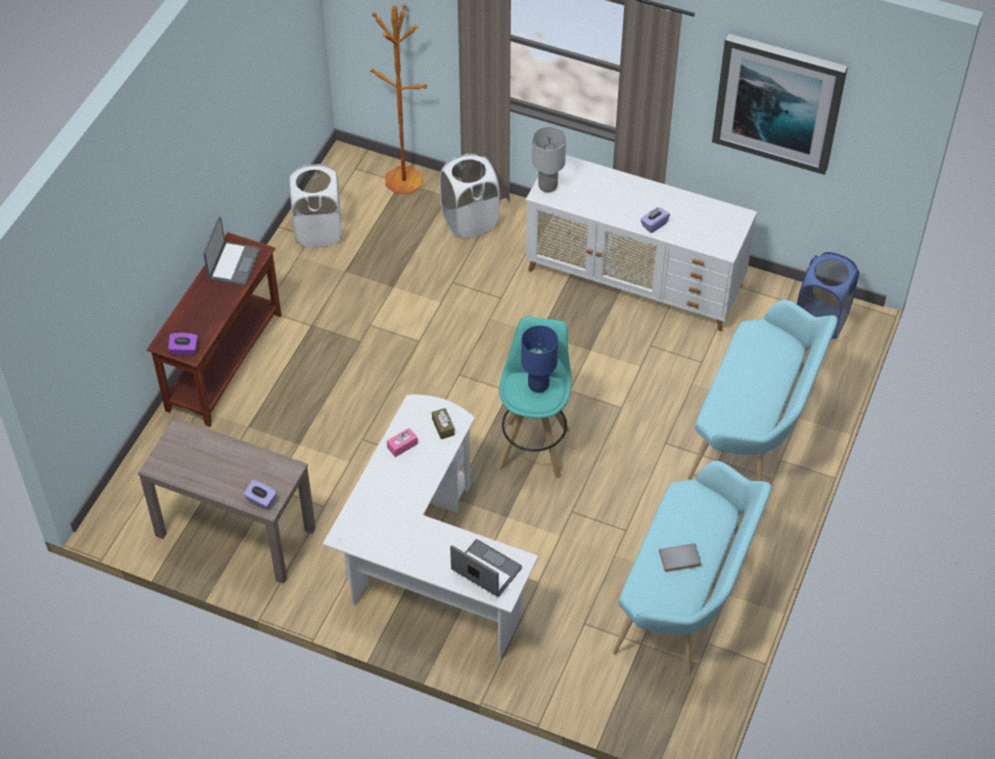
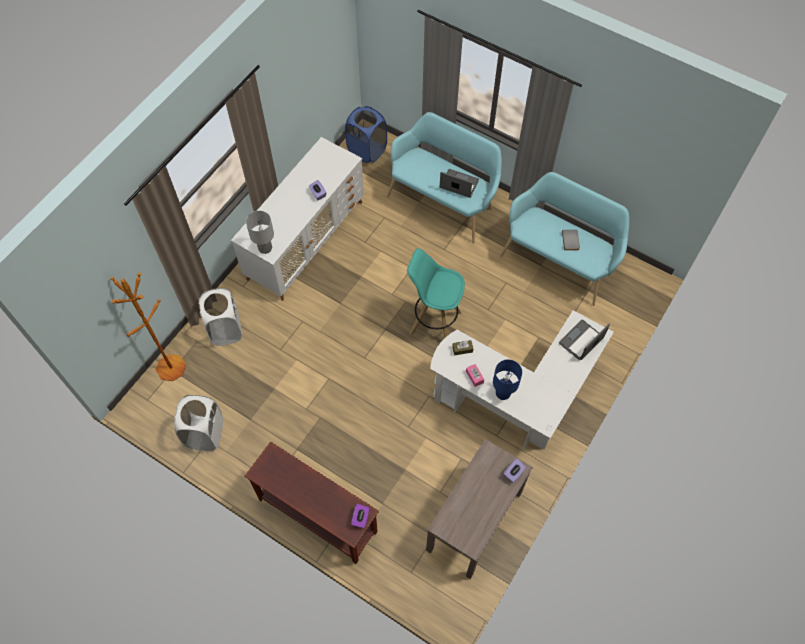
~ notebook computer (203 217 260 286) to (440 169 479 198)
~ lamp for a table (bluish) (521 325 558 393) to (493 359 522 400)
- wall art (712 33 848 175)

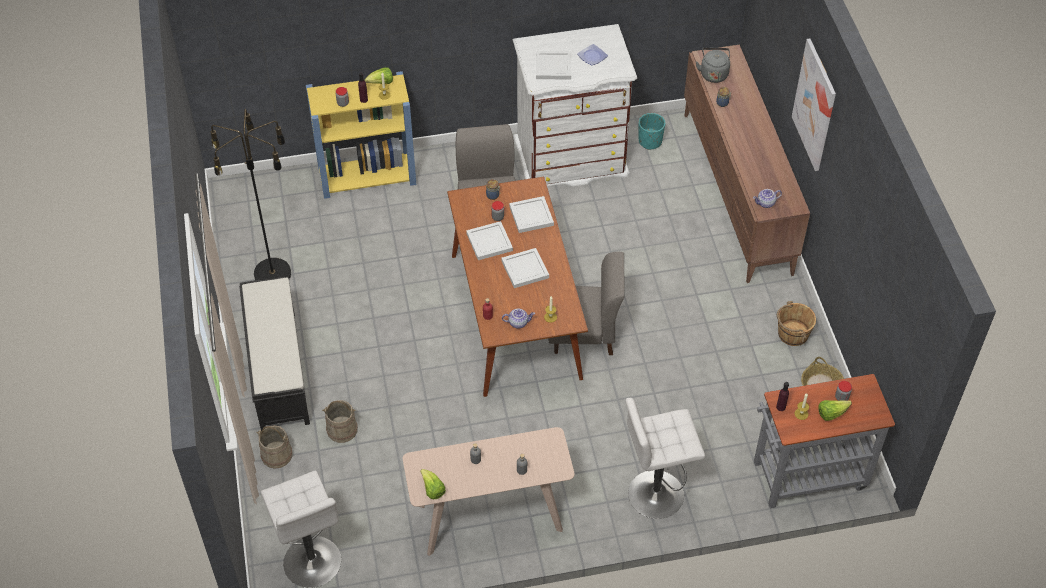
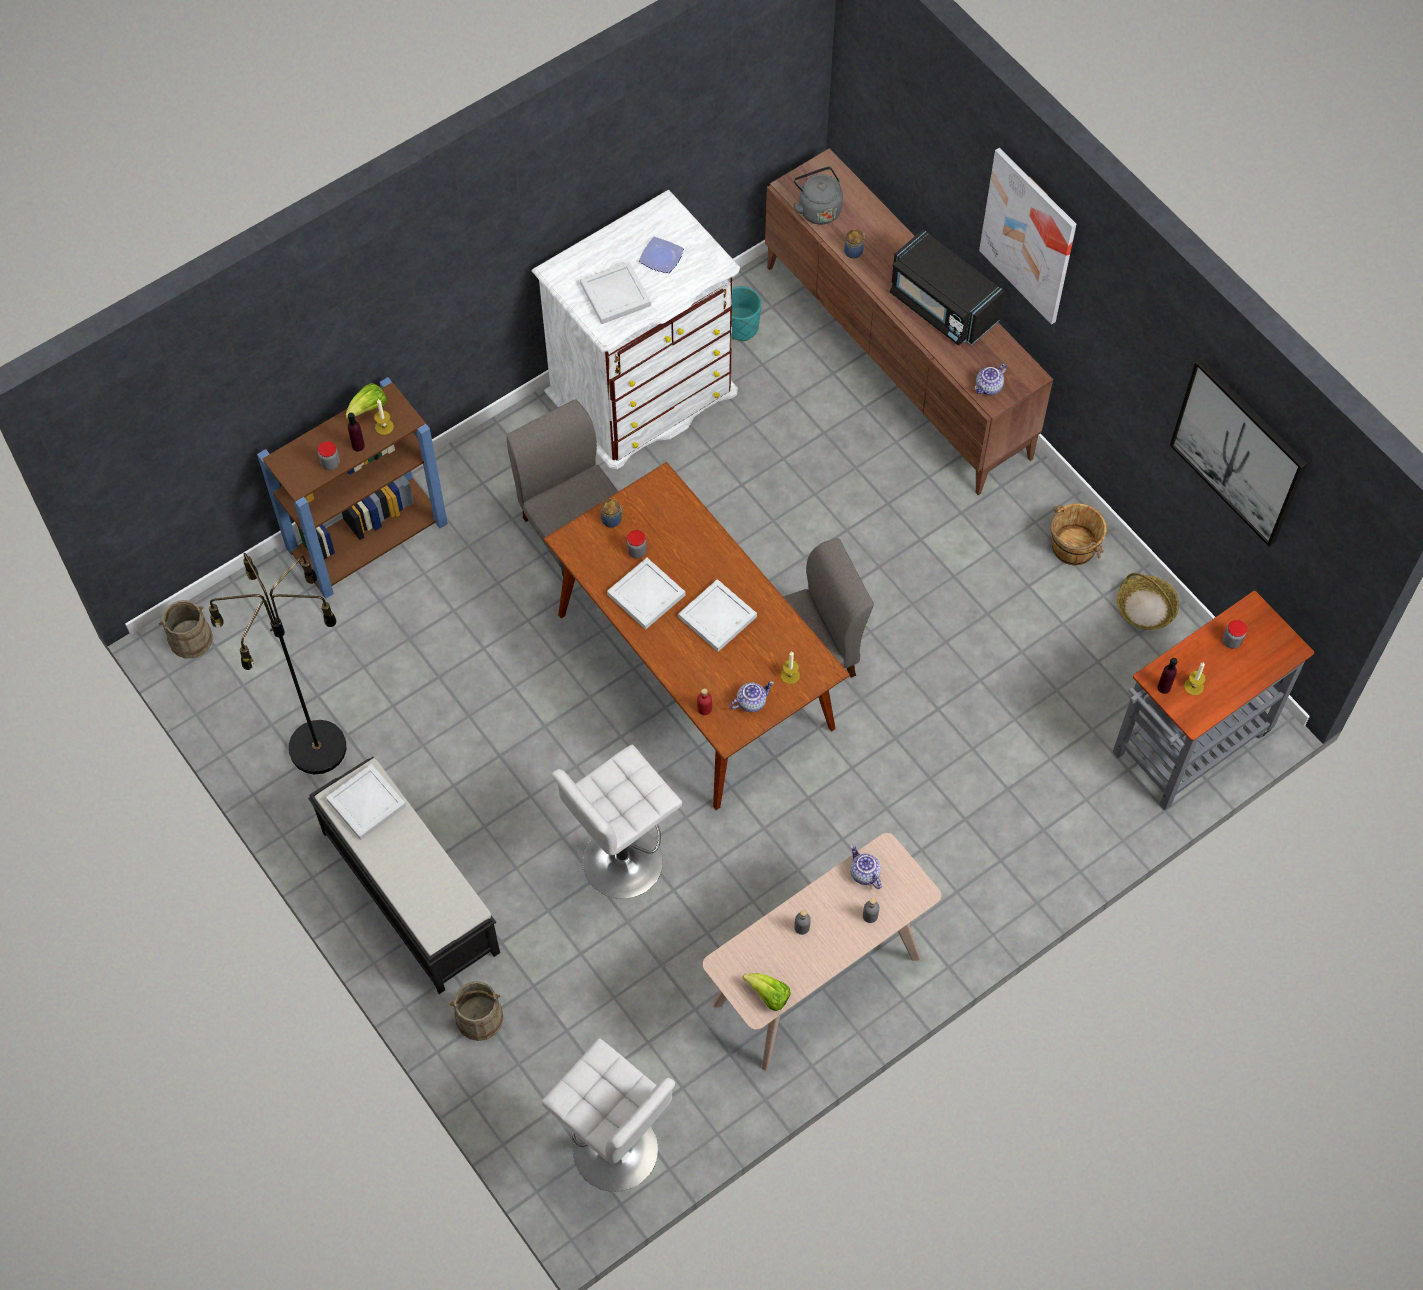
~ water bucket (beige-coloured) (322 400 358 443) to (159 600 213 658)
~ shelving unit (yellow) (306 71 416 199) to shelving unit (brown-coloured) (257 377 448 599)
~ carrying tray (whitish) (509 196 554 233) to (326 764 406 840)
~ stool (whitish) (626 398 705 519) to (552 745 682 899)
+ teapot (850 845 882 889)
+ microwave oven (black-coloured) (890 229 1005 346)
+ wall art (1170 359 1307 547)
- head of lettuce (818 400 852 421)

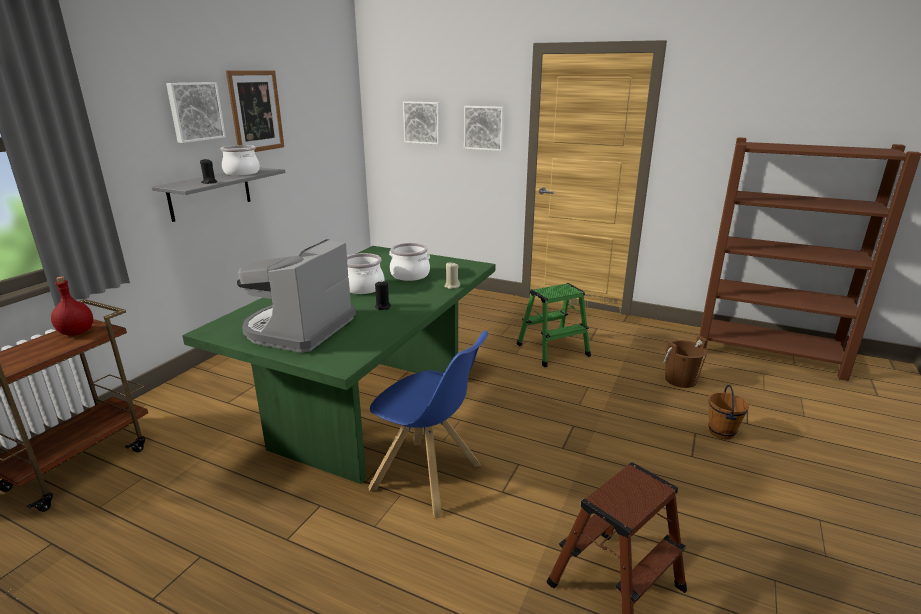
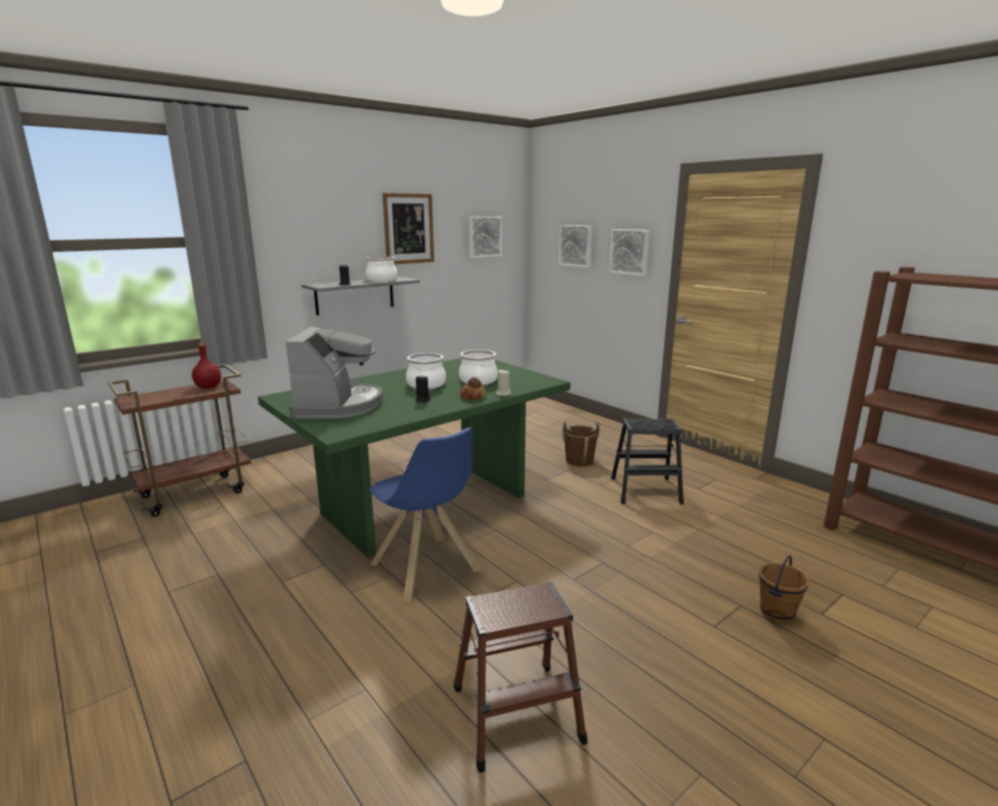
~ coffee machine (237 239 356 353) = (286 327 382 419) 135 degrees clockwise
+ baked bread (460 377 486 400)
~ wall art (166 82 226 143) to (469 217 502 258)
~ water bucket (brown-coloured) (663 335 708 388) to (562 422 601 467)
~ stepladder (greenish) (517 283 591 368) to stepladder (black-coloured) (611 418 684 504)

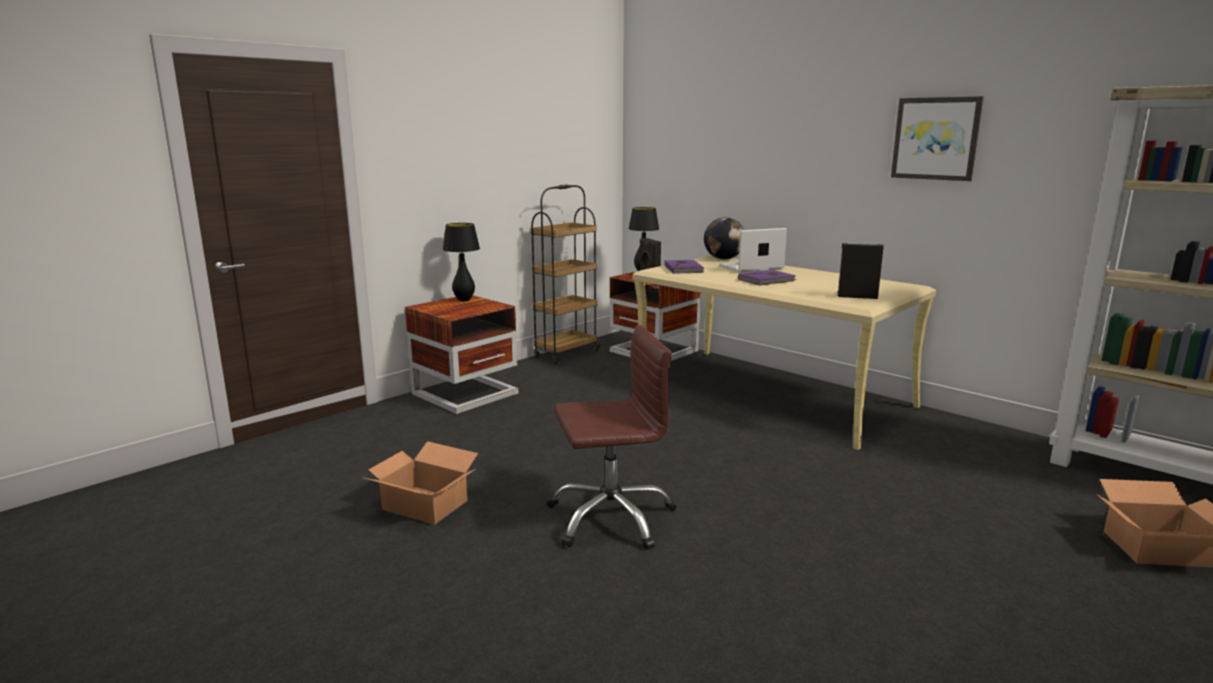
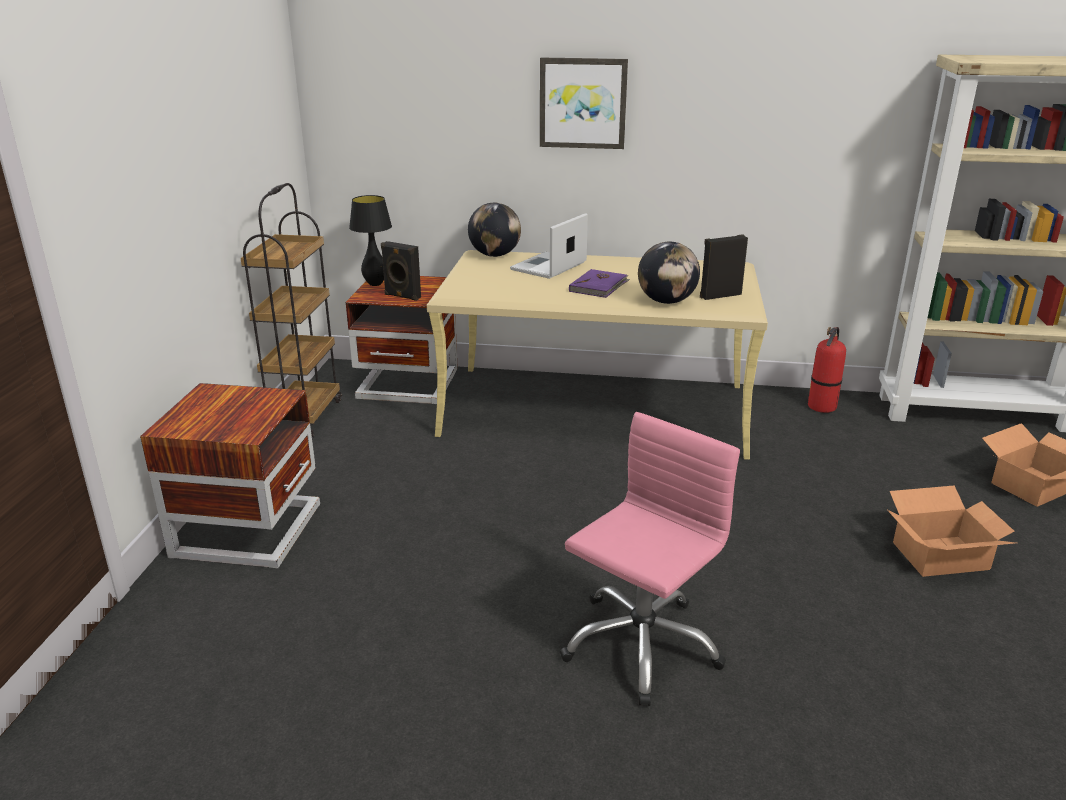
~ wall art (891 96 984 181) to (540 58 628 149)
~ desk chair (brown-coloured) (547 325 677 550) to desk chair (pinkish) (560 412 740 706)
+ globe (638 242 700 304)
+ extinguisher (808 327 846 413)
~ packing box (364 441 478 525) to (887 485 1016 577)
- lamp for a table (black-coloured) (443 223 480 301)
- book (purplish) (664 260 704 274)

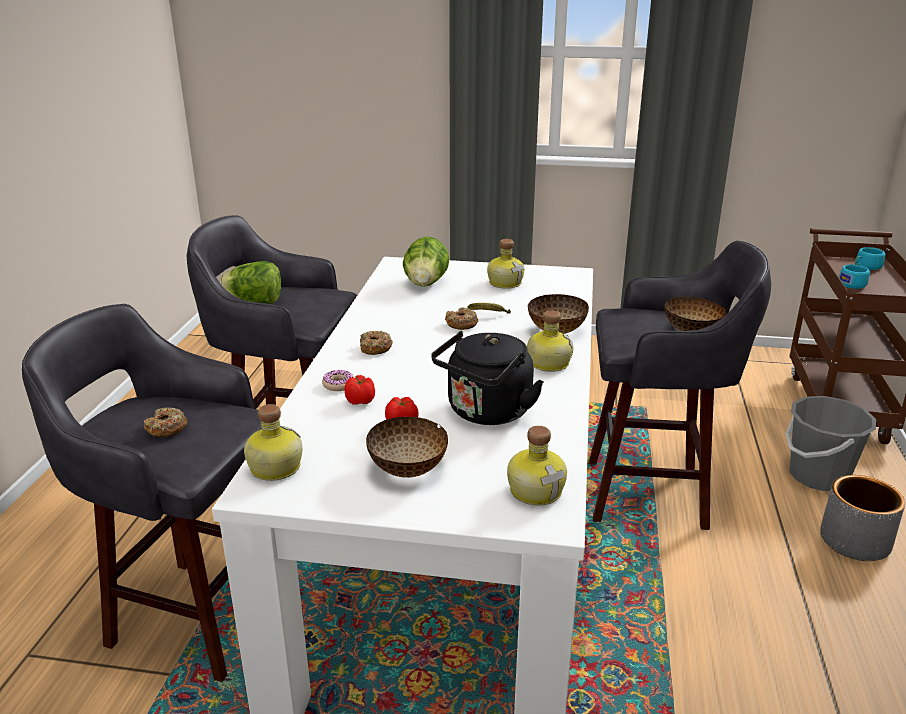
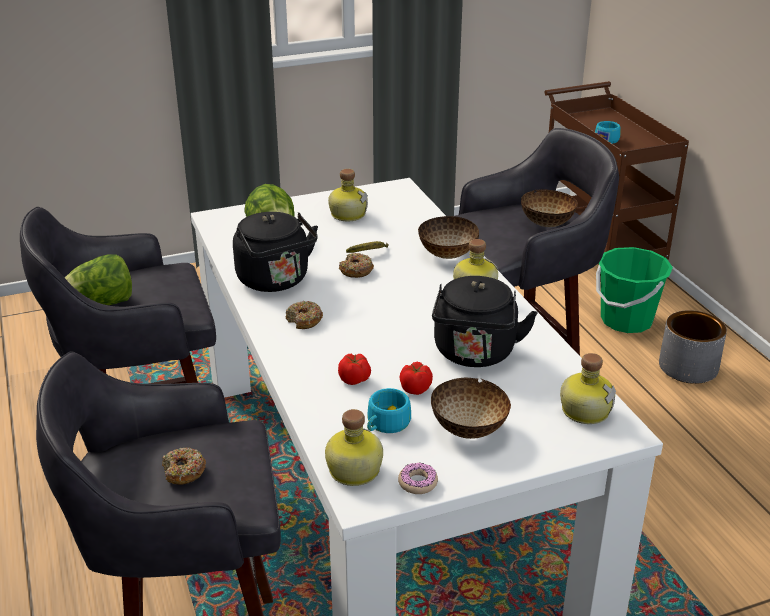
+ tea kettle (black-coloured) (233 212 318 292)
~ drinking cup (turquoise-coloured) (855 247 885 270) to (367 388 411 433)
~ donut (322 370 354 391) to (398 462 438 494)
~ water bucket (gray) (785 396 876 491) to water bucket (greenish) (596 247 673 333)

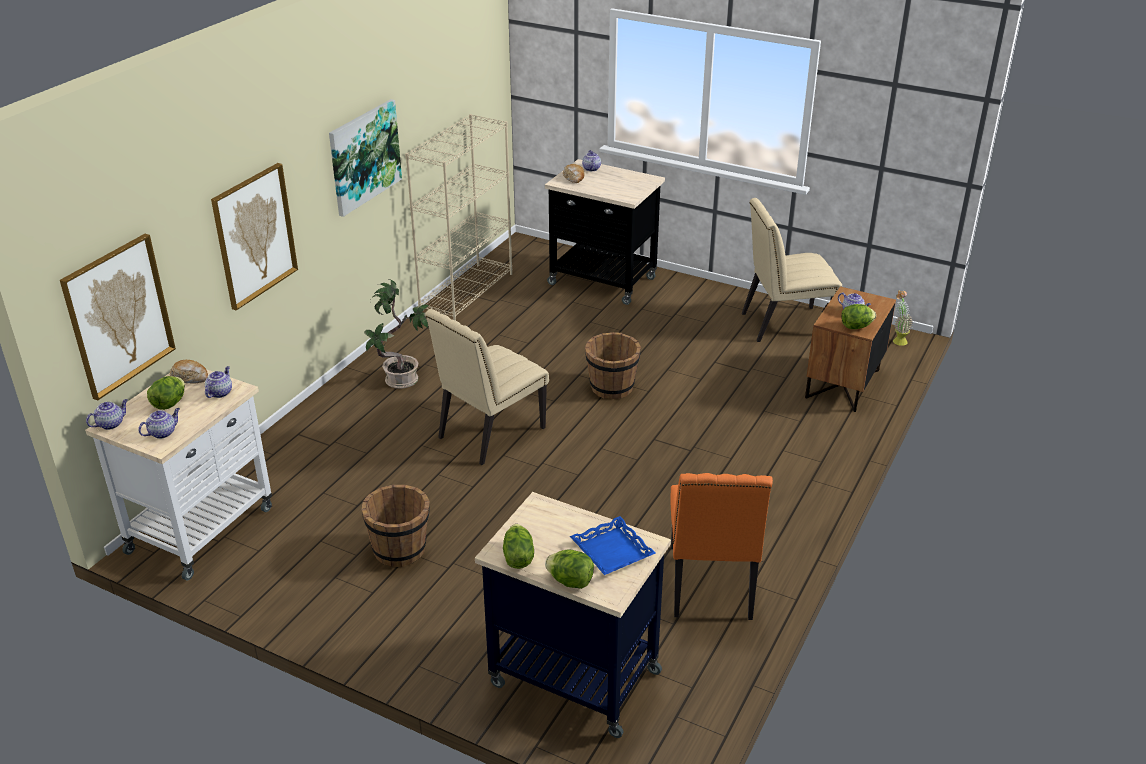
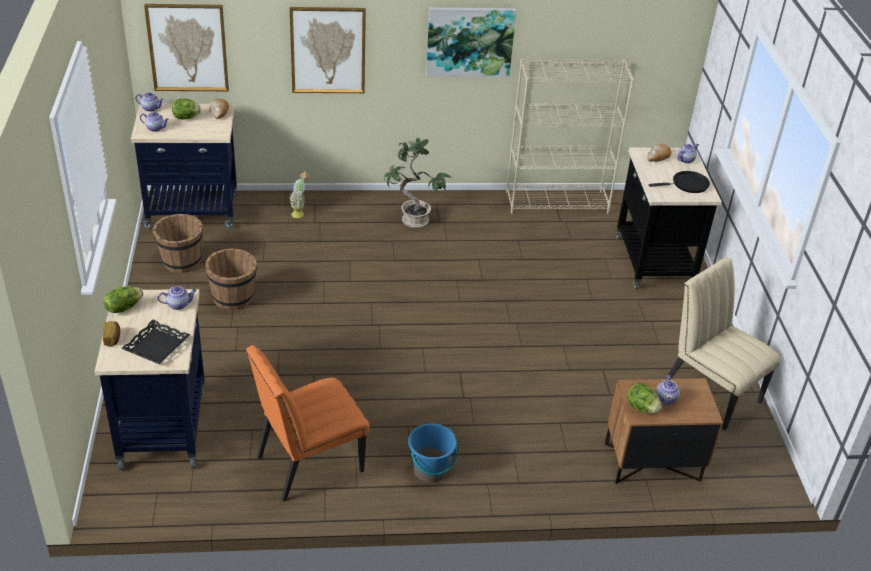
~ head of lettuce (545 549 594 589) to baked bread (103 321 120 346)
~ carrying tray (bluish) (570 516 656 575) to carrying tray (black-coloured) (121 320 190 364)
~ wheeled cart (whitish) (85 369 272 581) to wheeled cart (bluish) (131 104 237 229)
~ water bucket (brown-coloured) (585 332 641 399) to (152 214 203 273)
~ teapot (205 366 232 398) to (158 286 196 310)
~ plant in a pot (893 290 913 346) to (290 172 309 218)
+ water bucket (bluish) (408 423 458 483)
+ skillet (black-coloured) (649 171 710 193)
- plain chair (beige-coloured) (425 309 549 465)

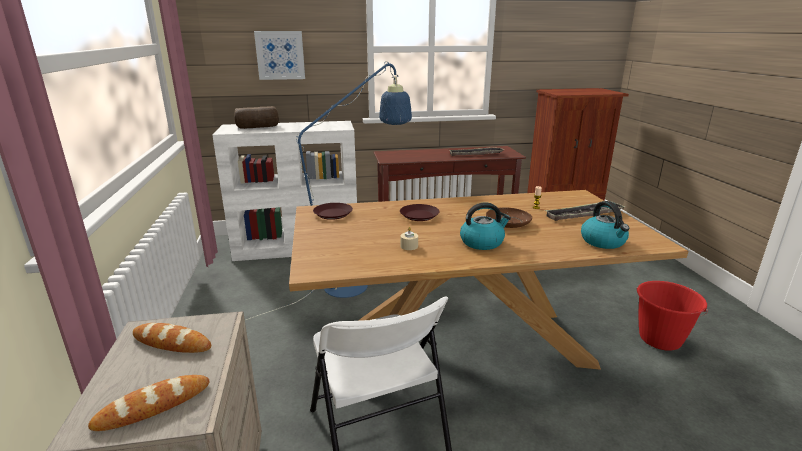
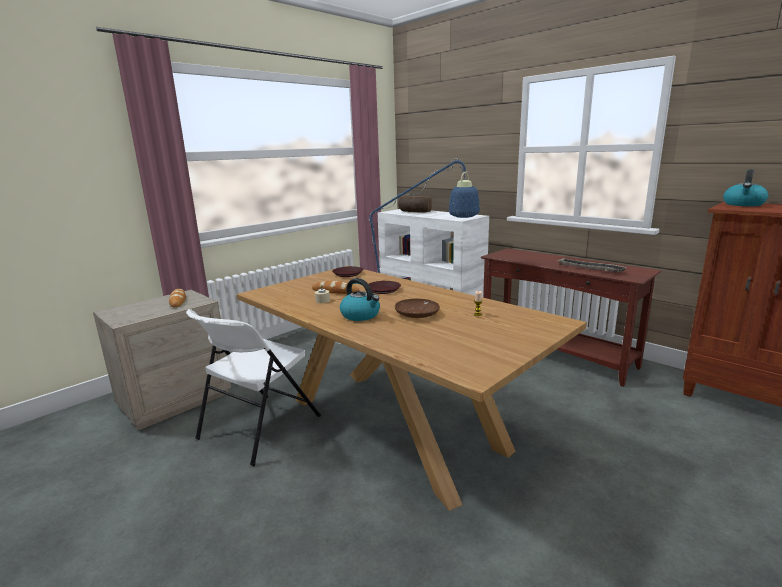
~ baked bread (88 375 210 431) to (312 281 360 294)
~ tea kettle (581 201 629 249) to (723 169 769 206)
- wall art (254 31 305 80)
- carrying tray (544 201 626 221)
- water bucket (red) (636 281 708 351)

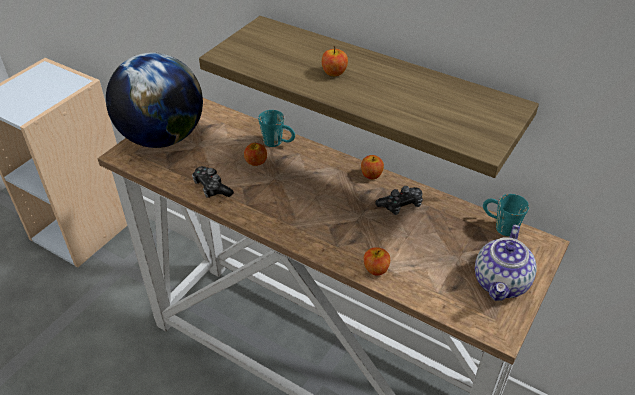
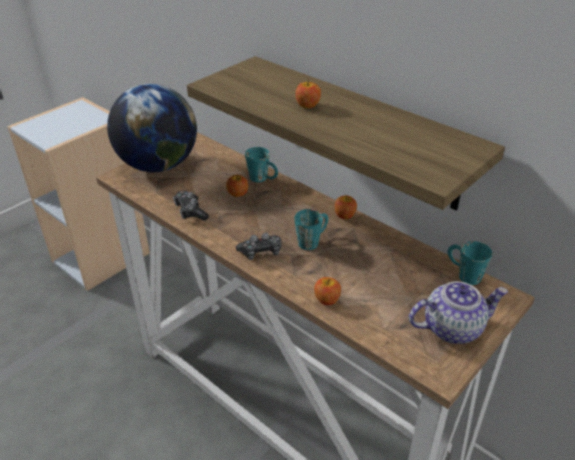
~ game controller (375 186 423 215) to (236 233 282 260)
+ mug (turquoise-coloured) (294 209 328 250)
~ teapot (475 225 537 301) = (409 281 508 344) 135 degrees counterclockwise

